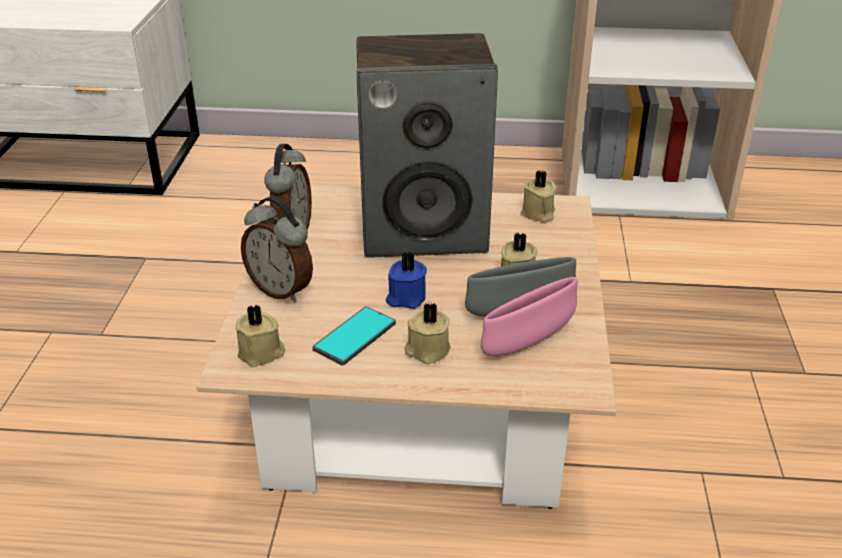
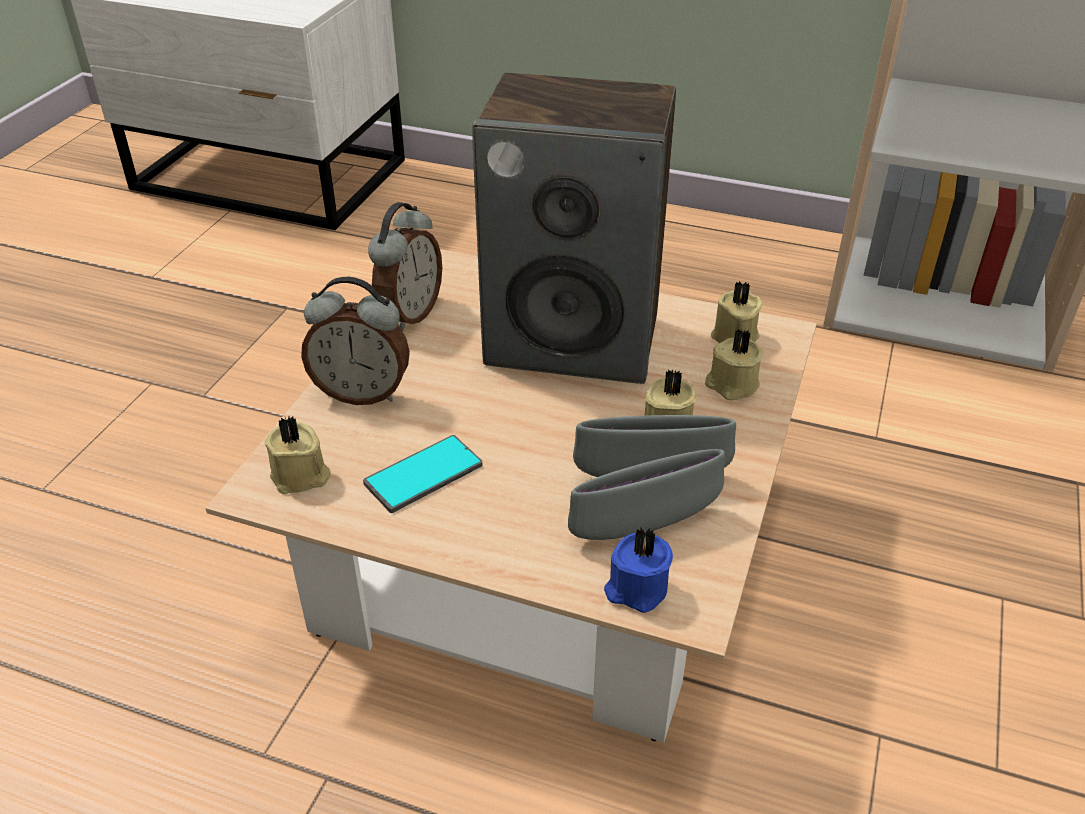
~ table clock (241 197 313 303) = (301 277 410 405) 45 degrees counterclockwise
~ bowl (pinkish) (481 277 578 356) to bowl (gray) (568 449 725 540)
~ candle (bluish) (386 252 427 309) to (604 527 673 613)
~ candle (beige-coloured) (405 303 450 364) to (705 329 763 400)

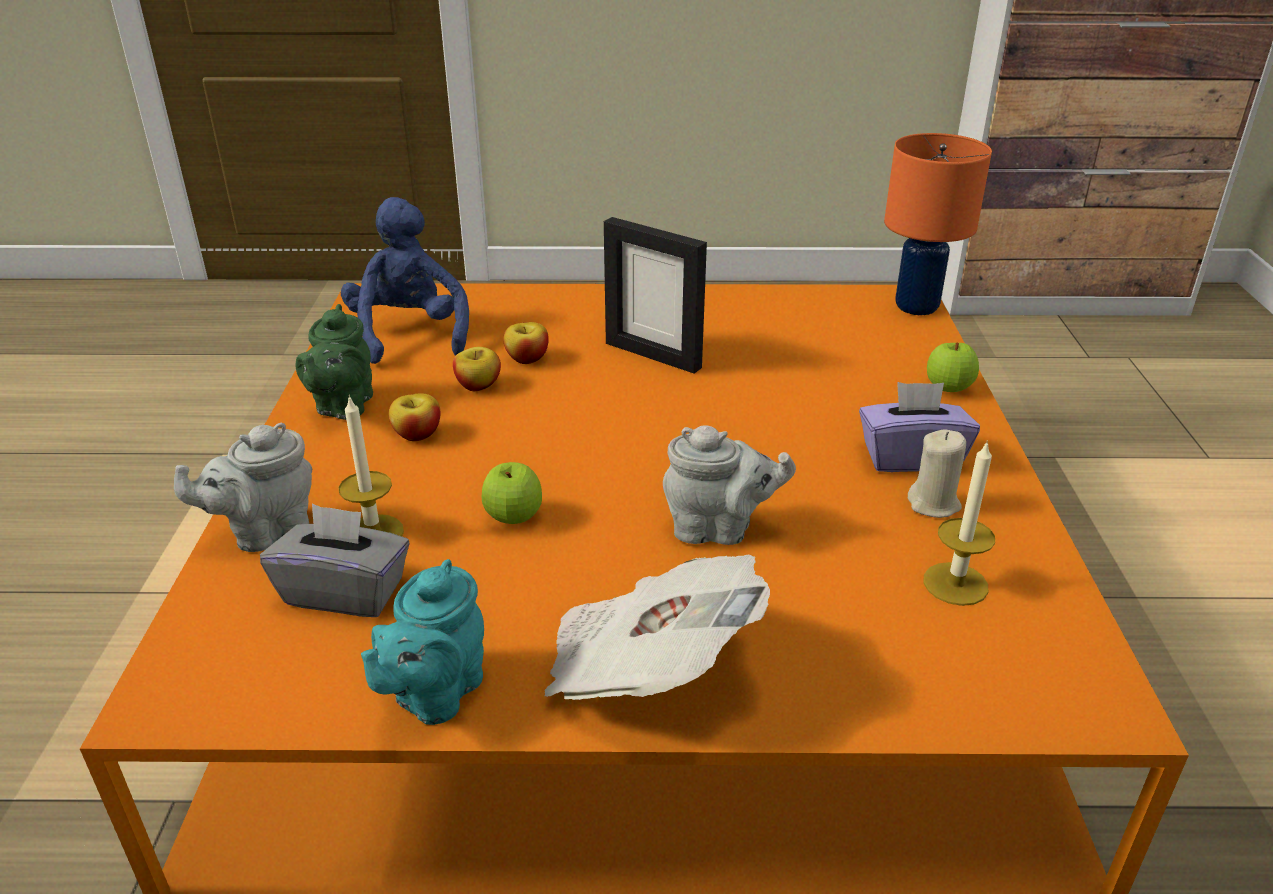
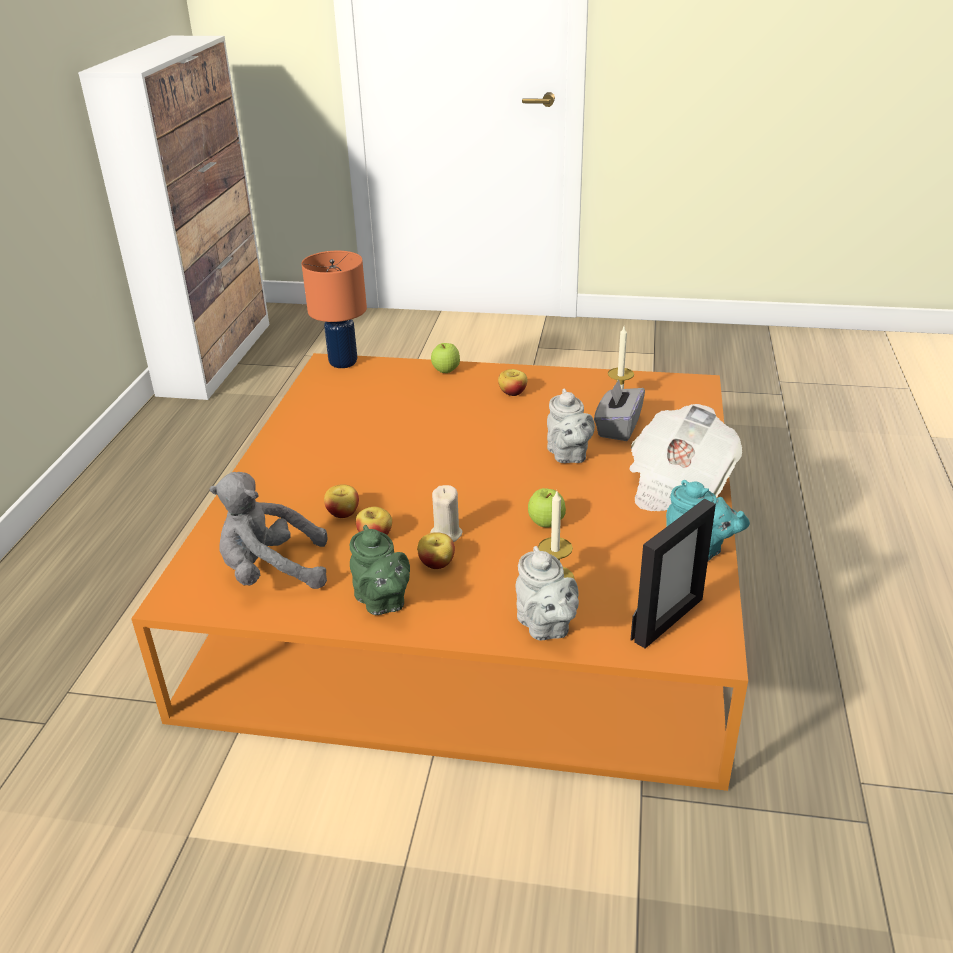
~ soft toy (bluish) (341 197 469 364) to soft toy (gray) (210 472 328 589)
~ teapot (greenish) (295 304 373 420) = (350 525 410 615) 45 degrees clockwise
~ candle (beige-coloured) (908 430 966 518) to (430 485 462 542)
~ box of tissues (purplish) (859 382 980 472) to apple (498 369 527 396)
~ teapot (gray) (663 425 796 545) = (547 388 595 463) 150 degrees clockwise
~ box of tissues (gray) (260 504 410 617) to (594 379 645 441)
~ standing frame (604 217 707 374) to (630 499 716 648)

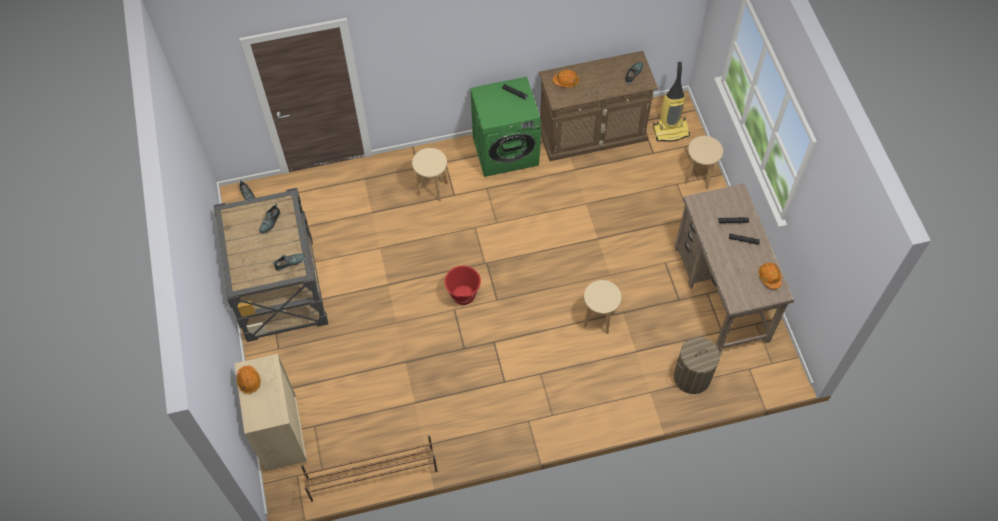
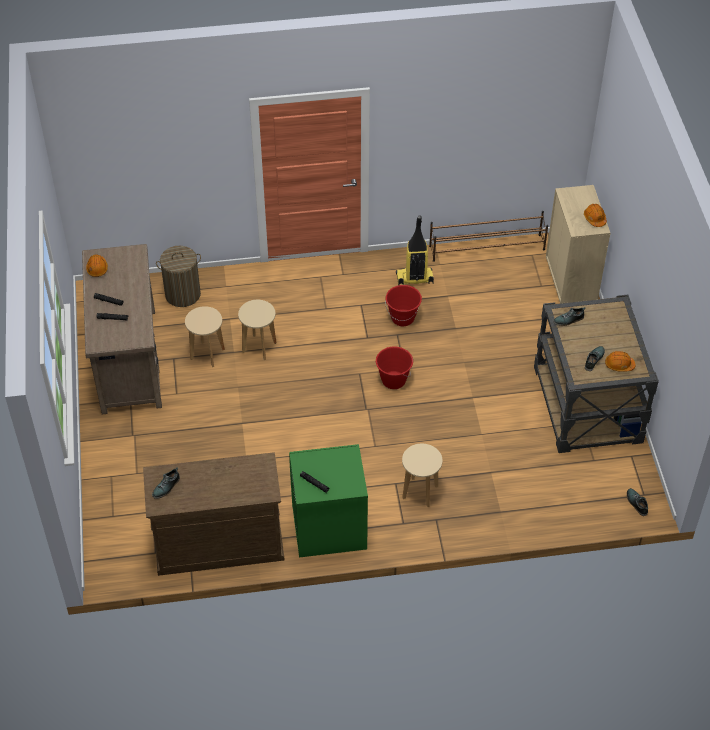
~ stool (beige-coloured) (684 136 723 189) to (185 306 225 367)
+ water bucket (red) (385 285 422 326)
~ vacuum cleaner (653 62 690 142) to (396 216 434 285)
~ work helmet (orange) (553 70 579 88) to (605 351 636 372)

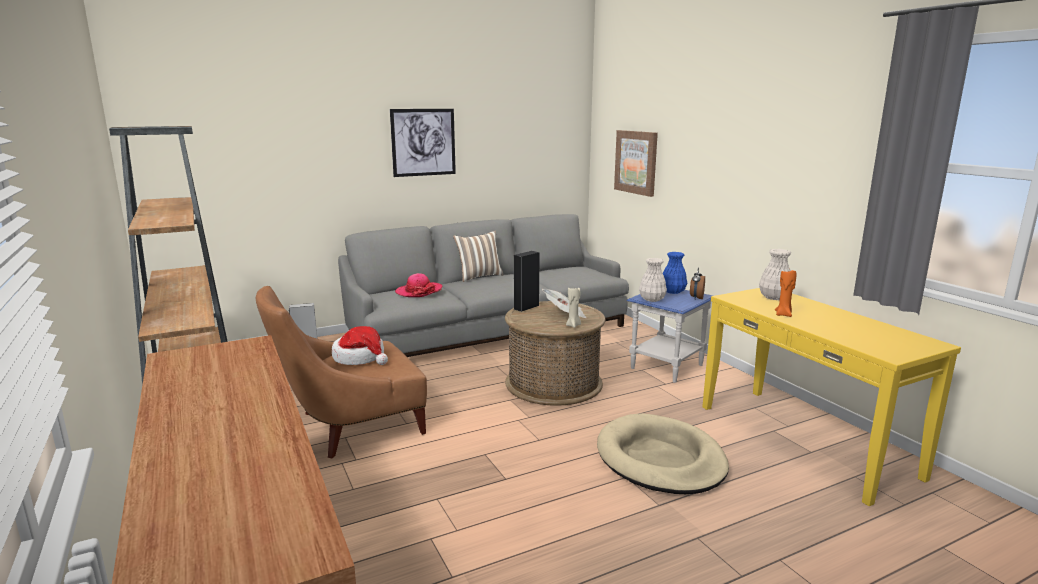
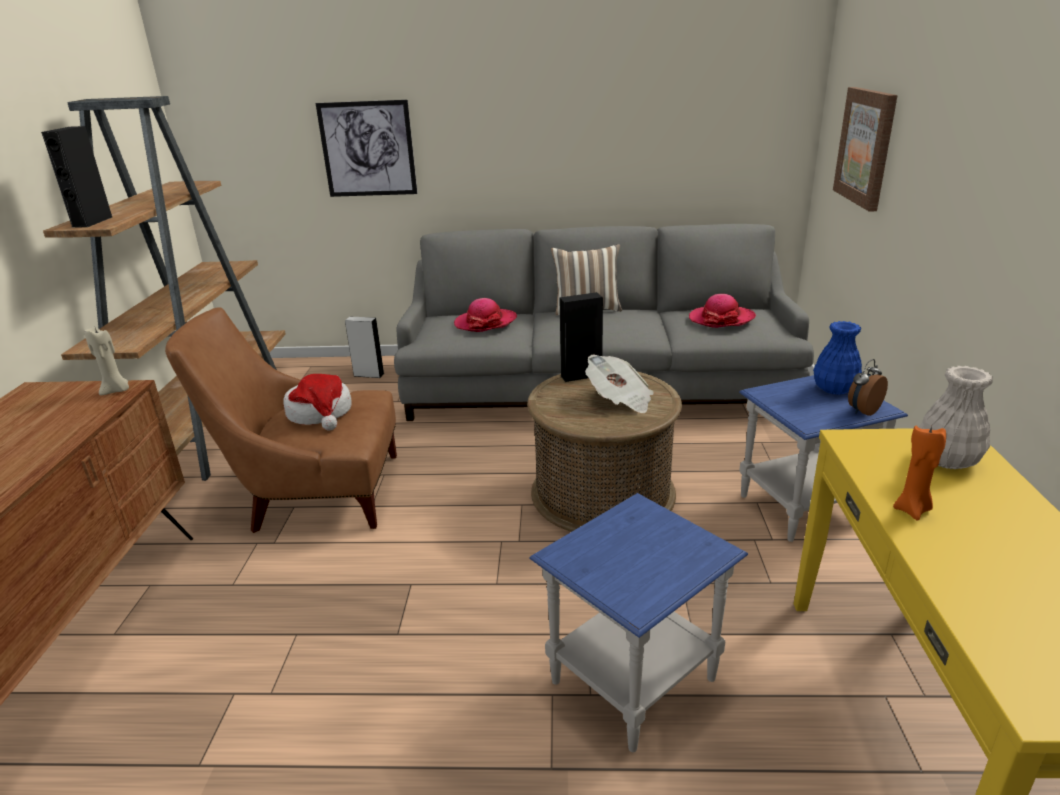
+ loudspeaker (black-coloured) (41 126 112 228)
~ candle (beige-coloured) (566 288 581 328) to (84 328 129 395)
~ wall art (390 109 456 177) to (316 100 417 197)
~ dog cushion (beige-coloured) (597 413 729 494) to end table (bluish) (529 493 748 752)
+ hat (689 294 756 328)
- flower vase (whitish) (639 258 667 302)

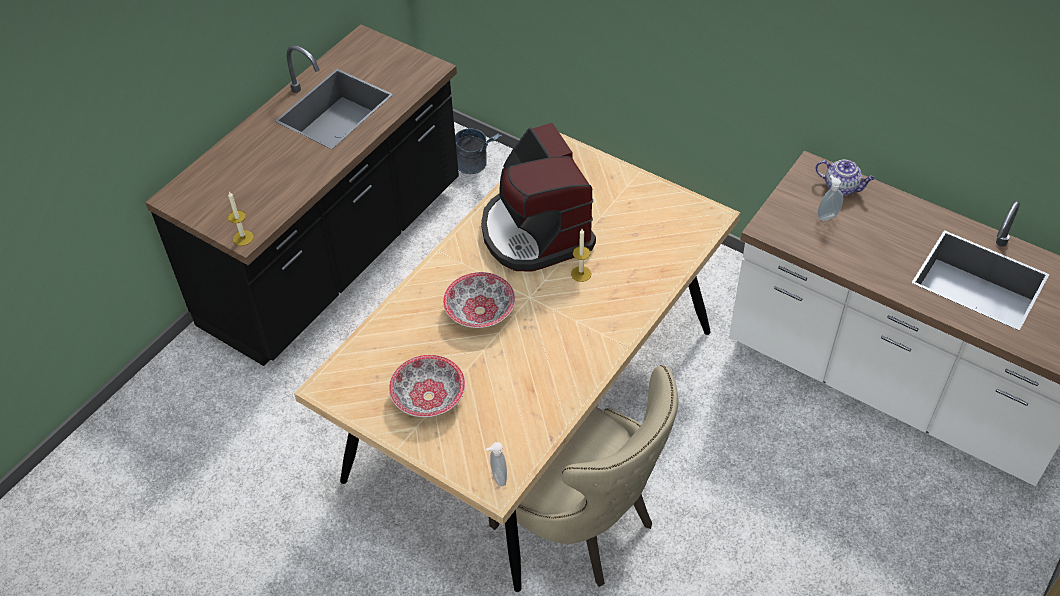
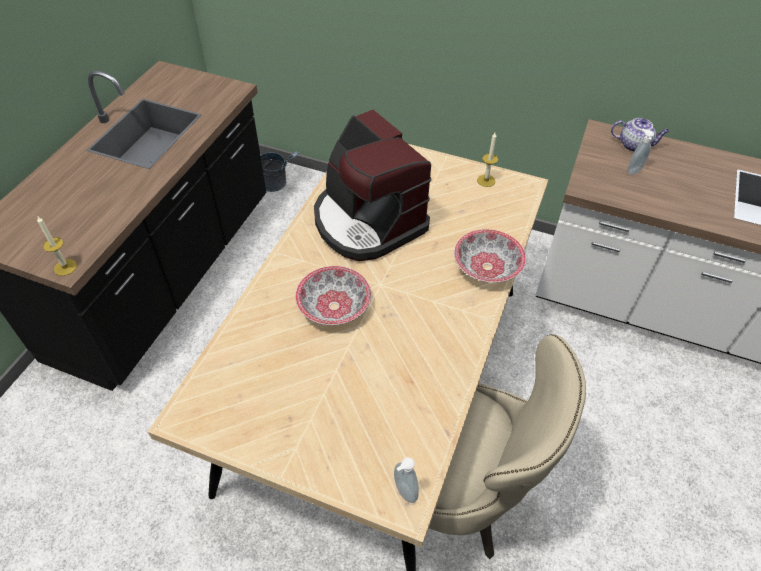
~ bowl (389 355 465 417) to (454 229 526 283)
~ candle (571 229 591 282) to (477 133 498 187)

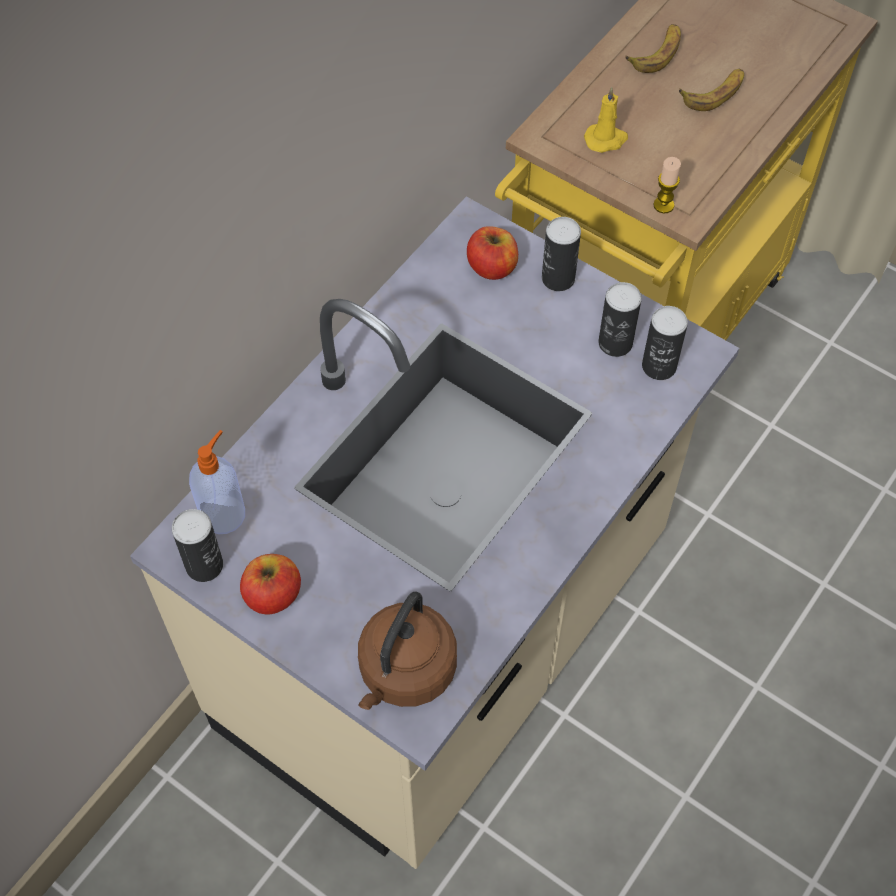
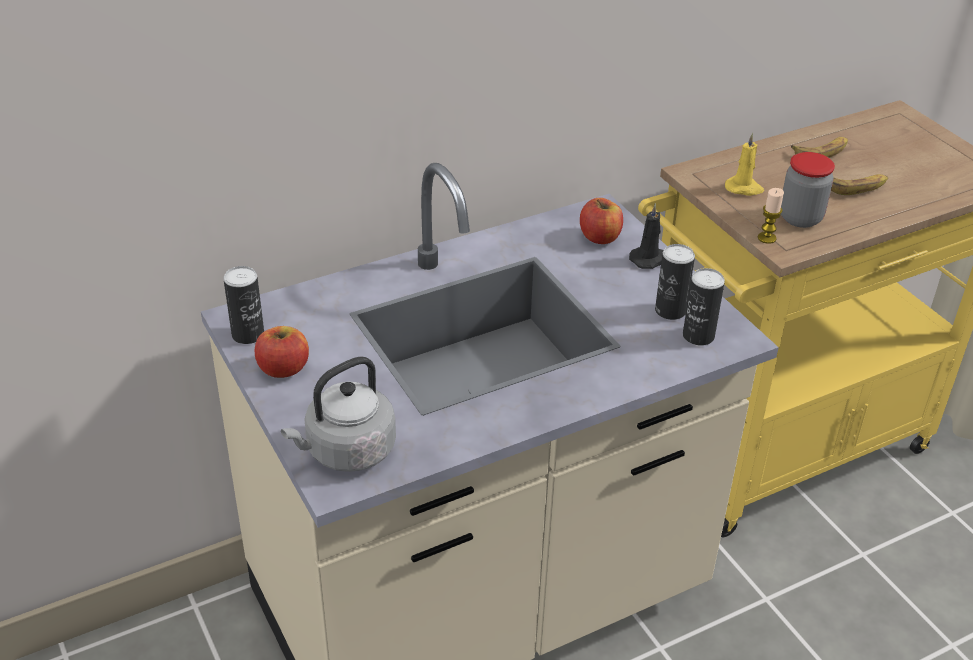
~ tea kettle (brown-coloured) (358 592 457 710) to tea kettle (gray) (281 356 396 472)
~ metal can (542 217 581 291) to candle (black-coloured) (629 203 663 269)
+ jar (781 152 835 228)
- soap dispenser (189 430 245 534)

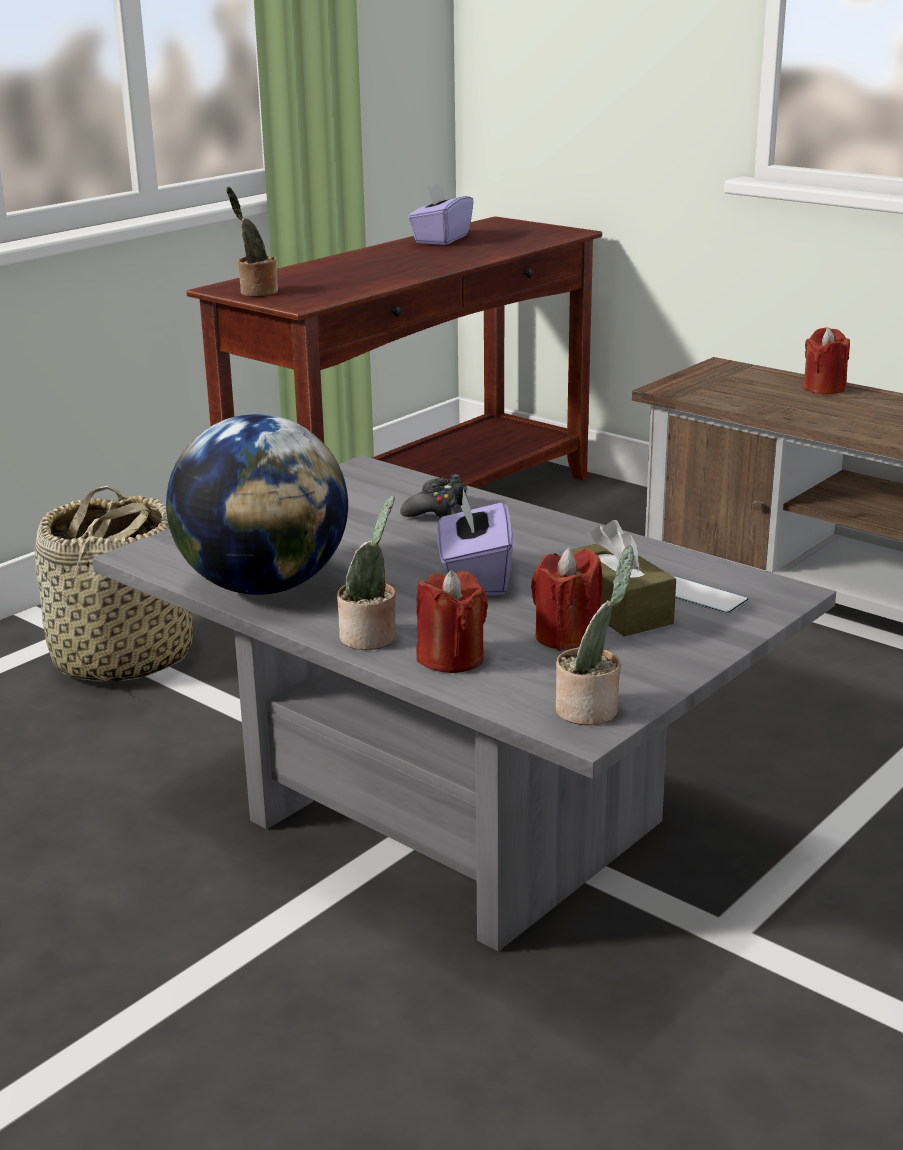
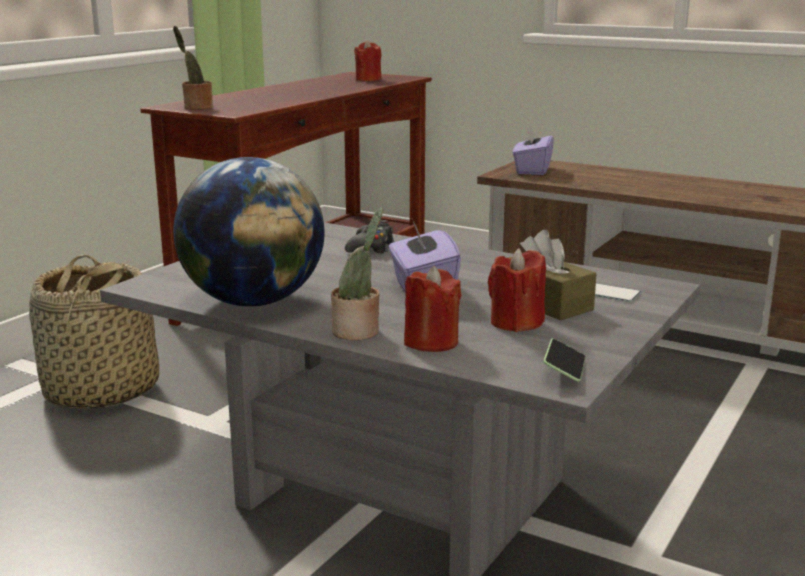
~ candle (red) (803 327 850 394) to (354 40 382 81)
~ box of tissues (purplish) (408 182 474 245) to (513 125 554 175)
~ plant in a pot (556 546 634 725) to telephone (543 338 586 382)

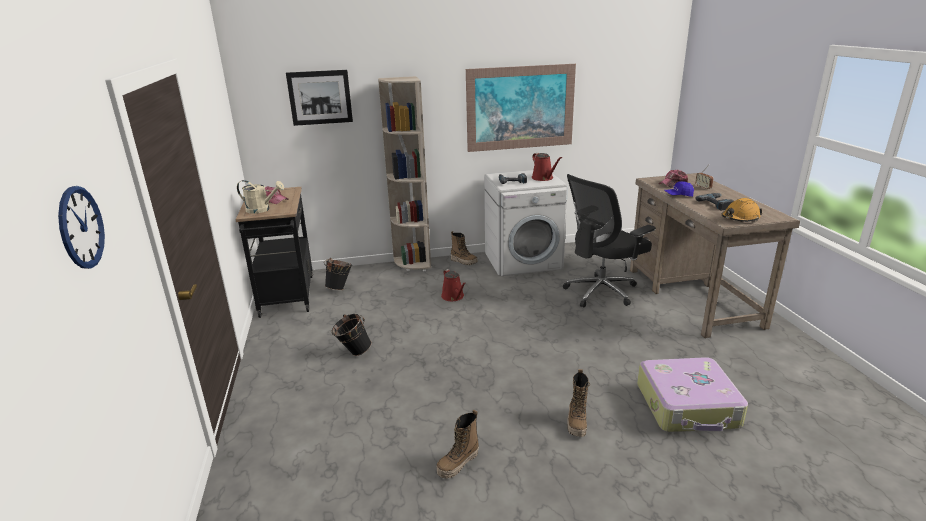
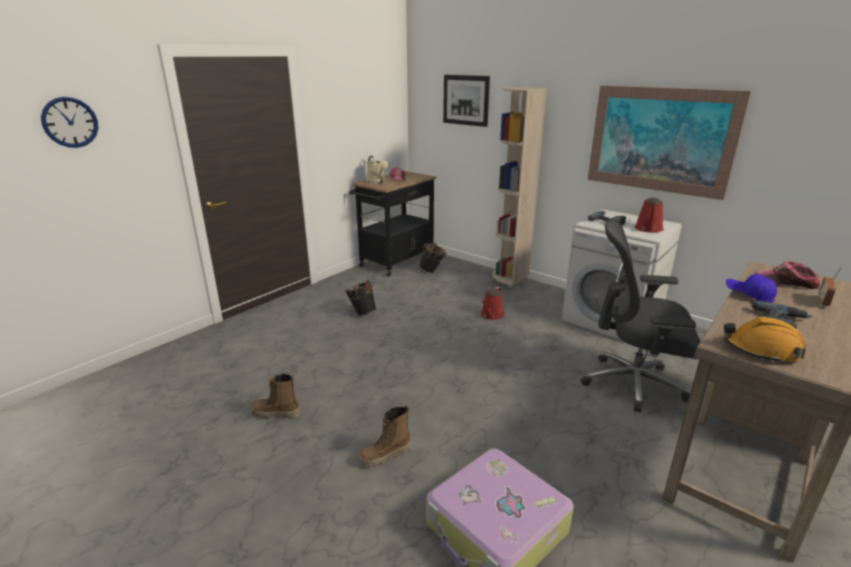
- tall boot (451 231 478 265)

